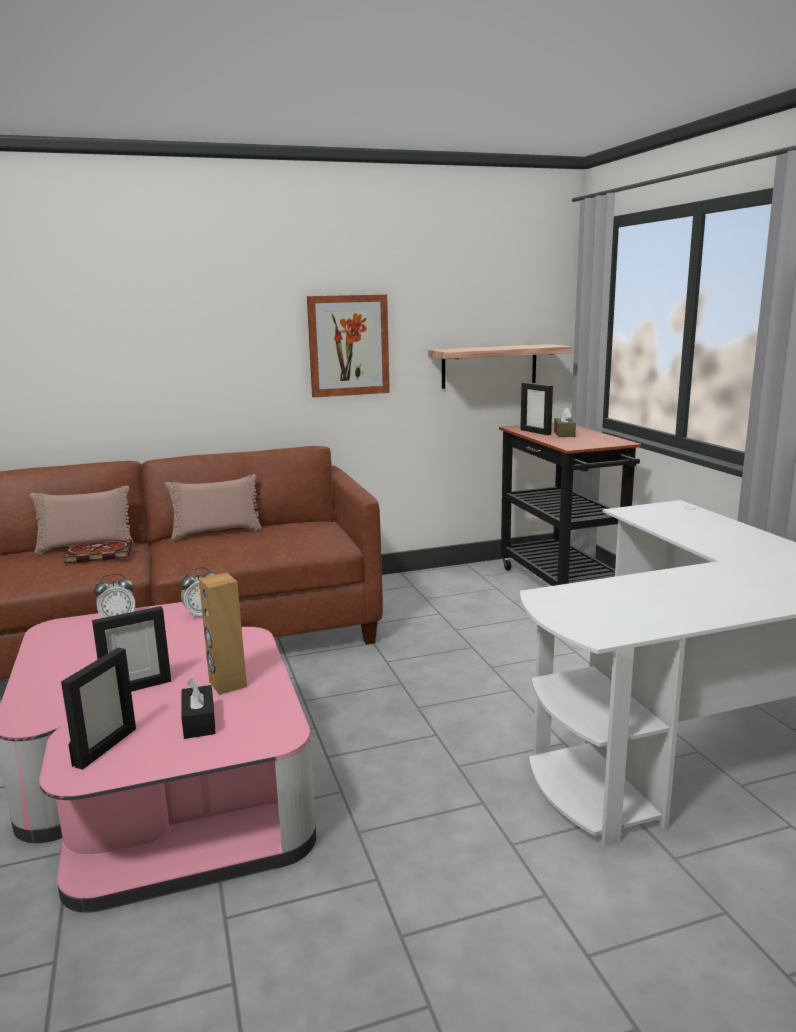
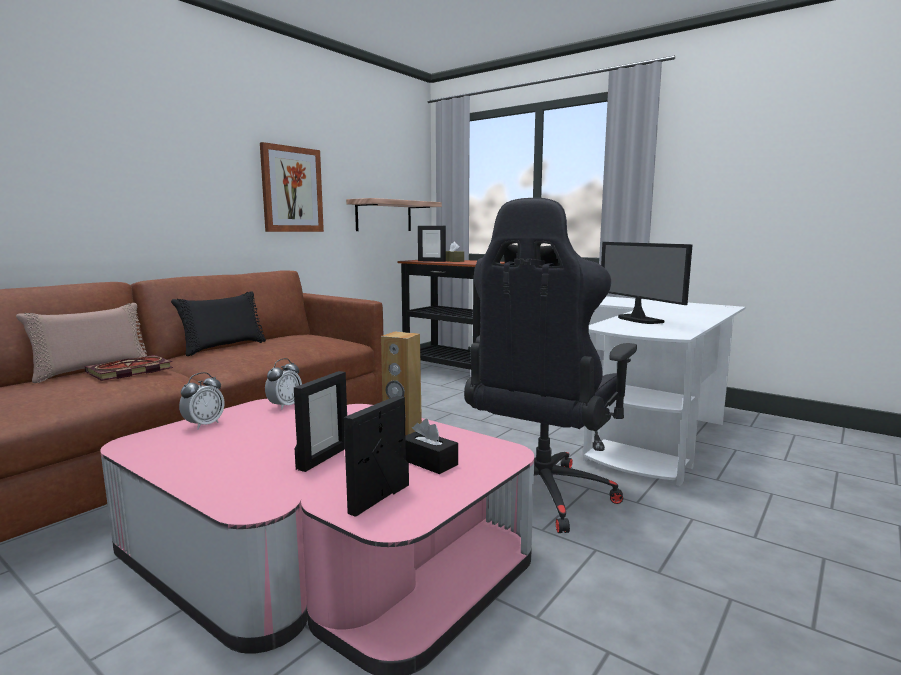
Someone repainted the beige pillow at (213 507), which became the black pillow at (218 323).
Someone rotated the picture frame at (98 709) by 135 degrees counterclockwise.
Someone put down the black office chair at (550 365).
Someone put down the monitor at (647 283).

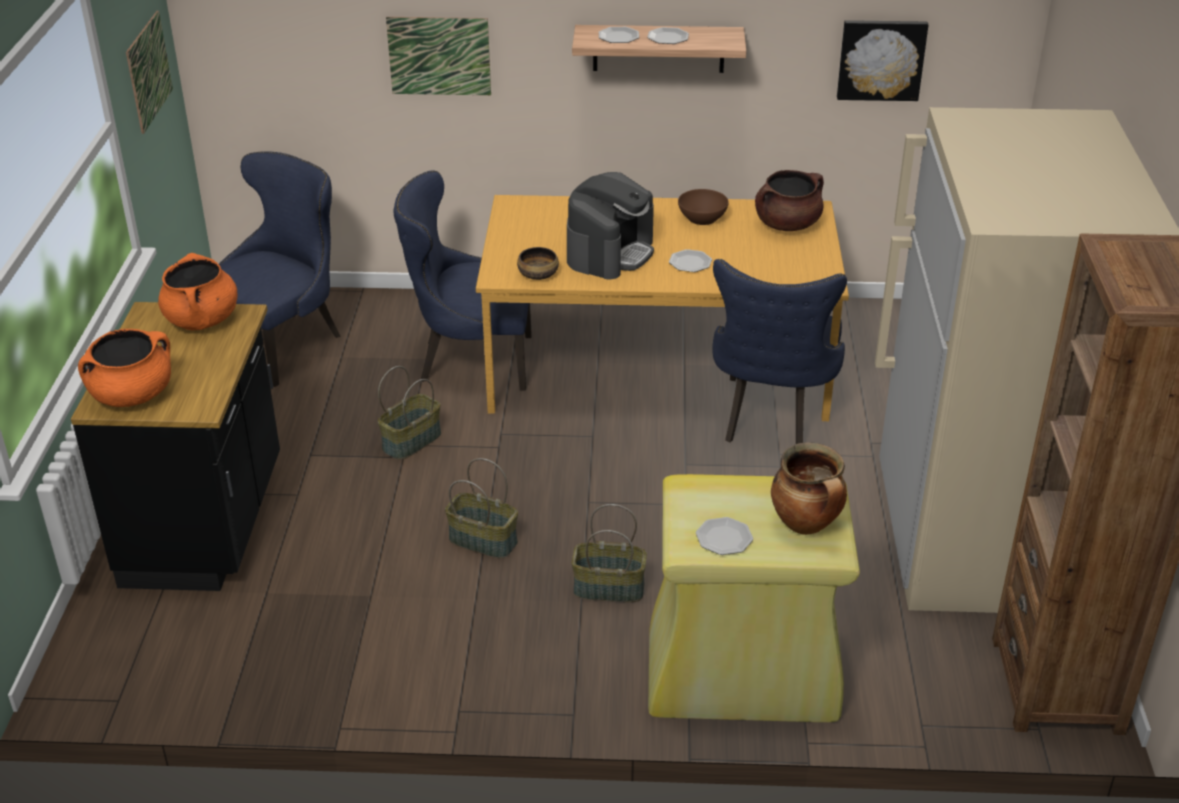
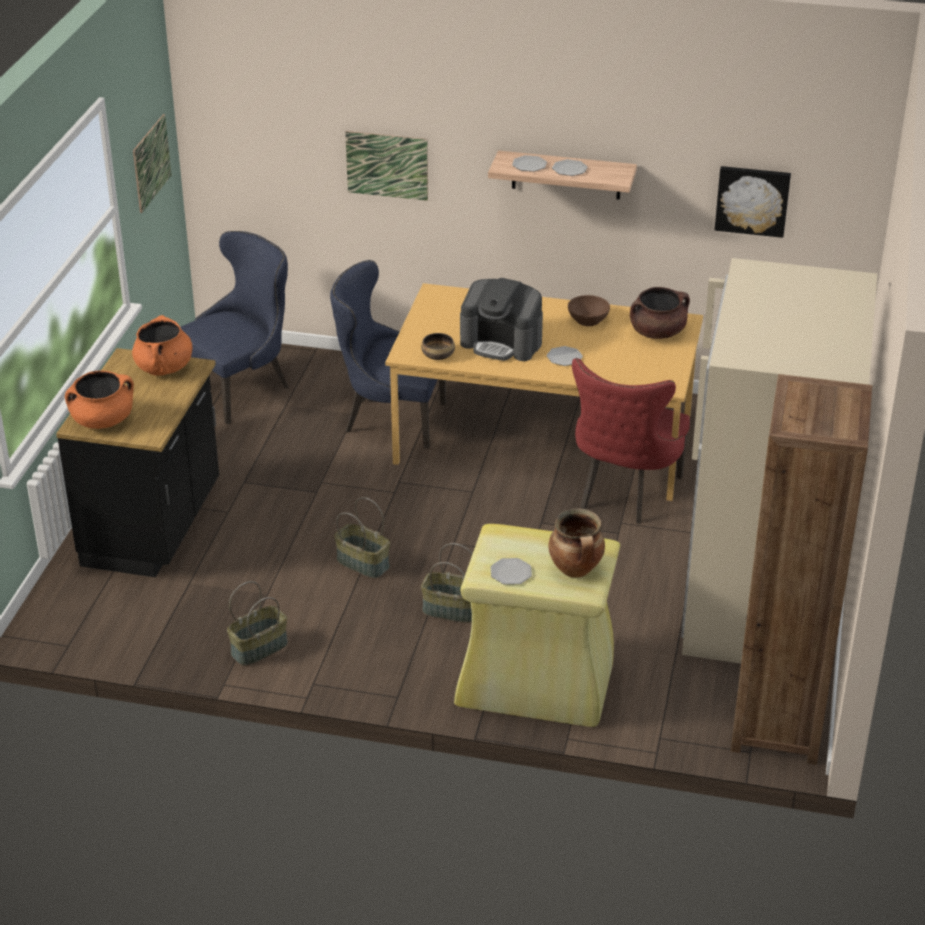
Someone carried the basket from (409 413) to (257 623).
Someone rotated the coffee machine at (610 226) by 75 degrees clockwise.
Someone repainted the blue chair at (779 351), which became the red chair at (631 441).

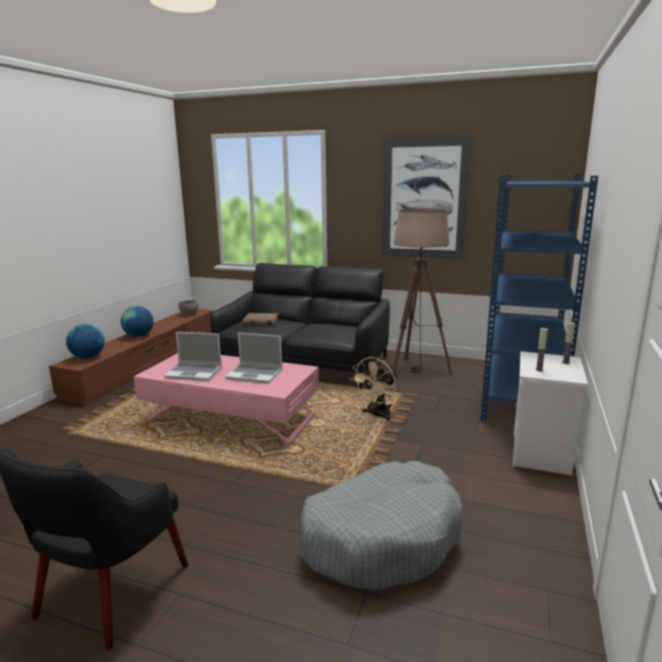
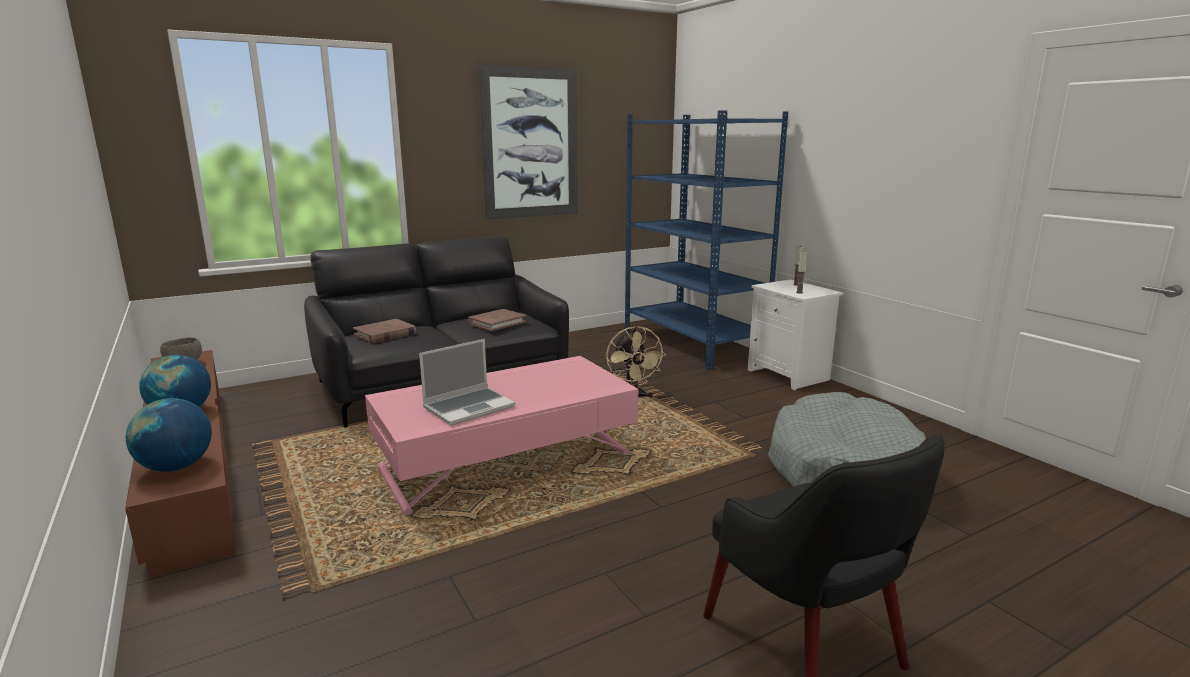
Someone put down the brown book at (497 320).
Someone took away the laptop at (254 358).
Someone took away the floor lamp at (422 291).

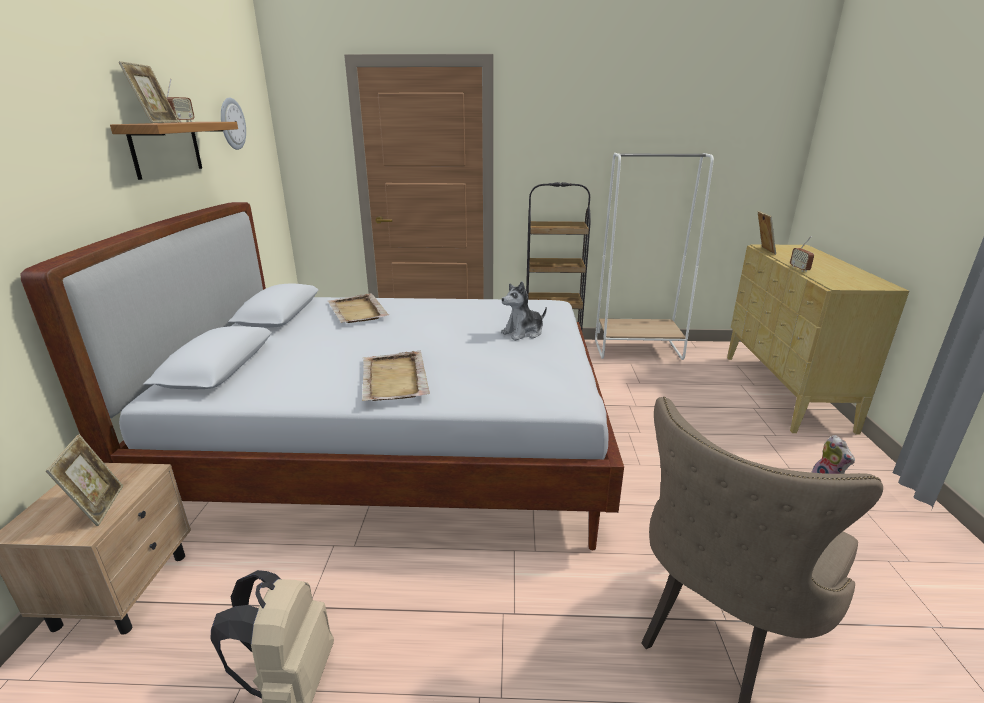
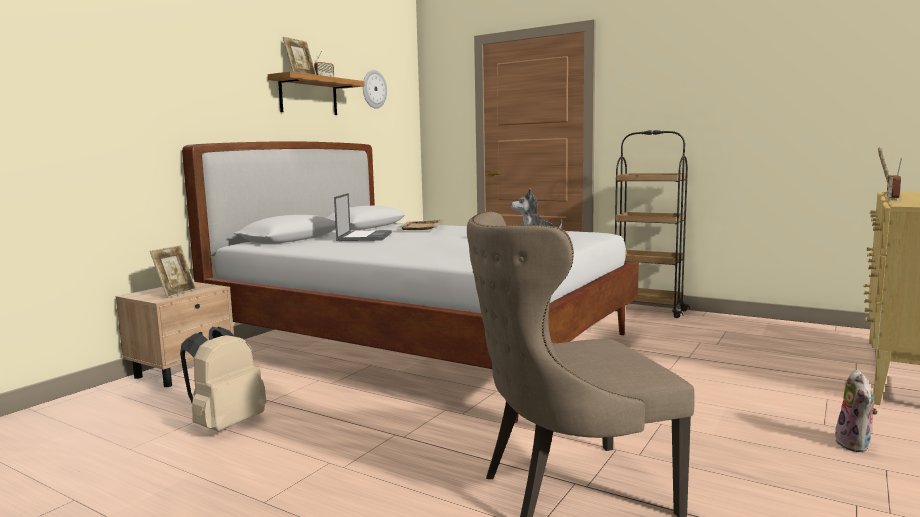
Someone put down the laptop at (363 217).
Someone took away the beige tray at (396 376).
Someone took away the clothes rack at (654 256).

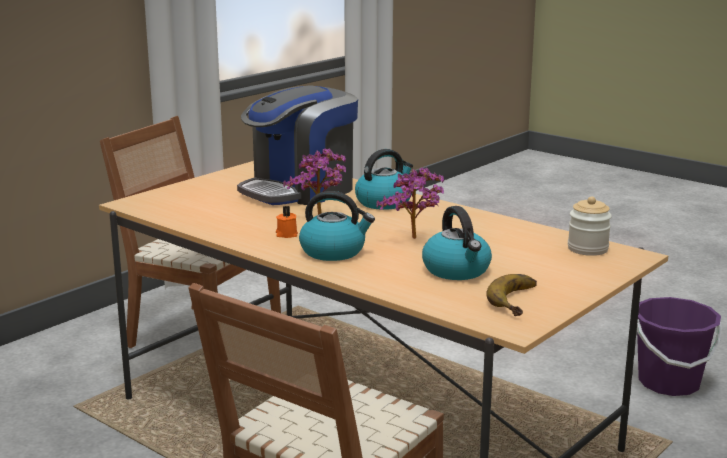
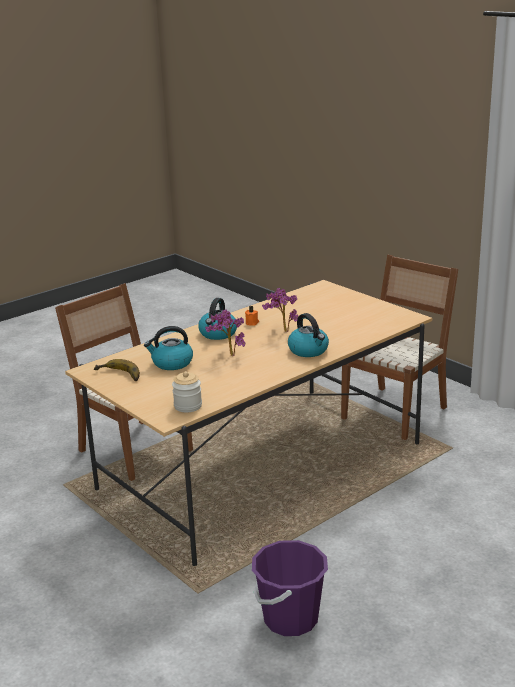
Someone took away the coffee machine at (297 145).

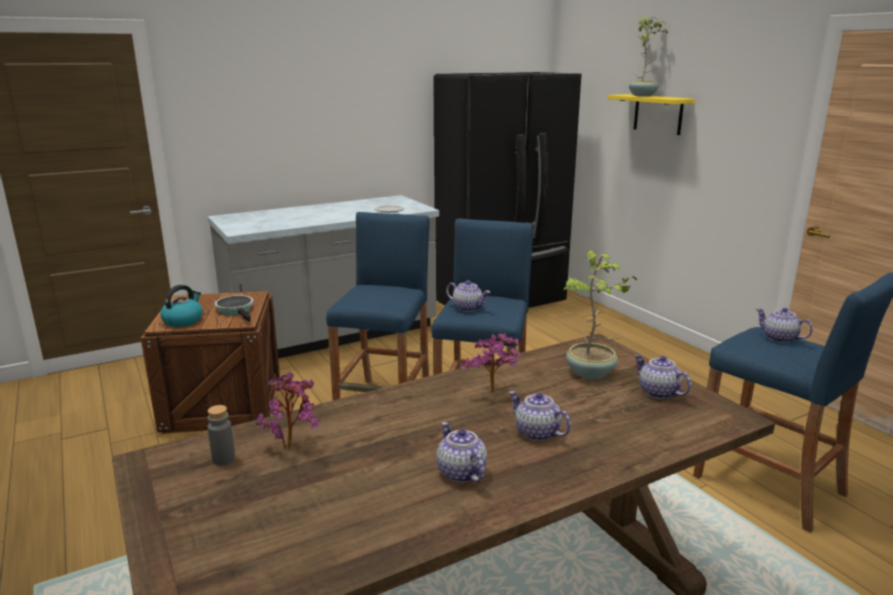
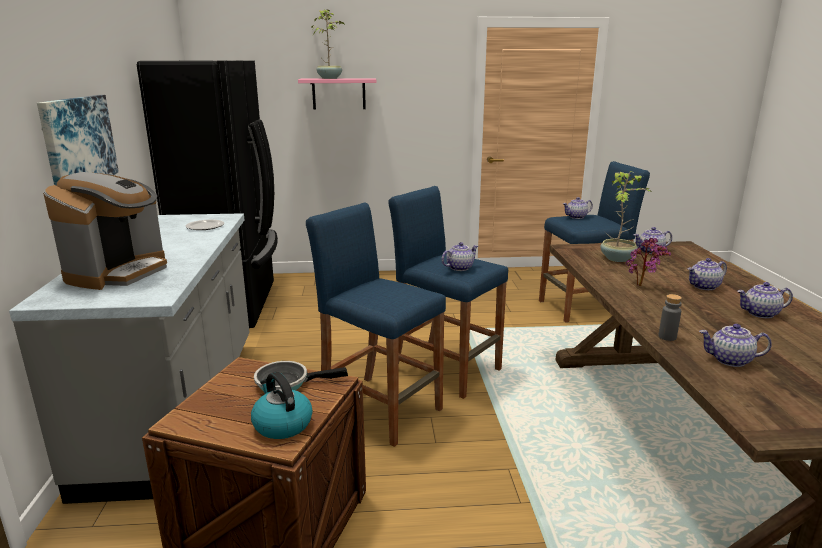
Someone put up the picture at (78 140).
Someone put down the coffee machine at (105 231).
Someone repainted the yellow shelf at (651 114), which became the pink shelf at (337 94).
Someone carried the grey bottle from (221 435) to (670 317).
Someone swapped the potted plant at (287 411) for the teapot at (735 345).

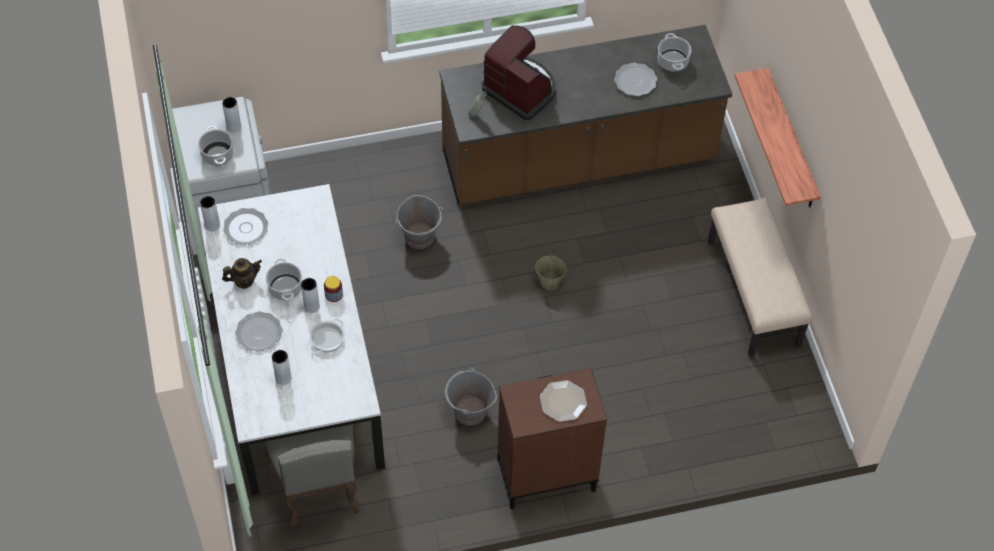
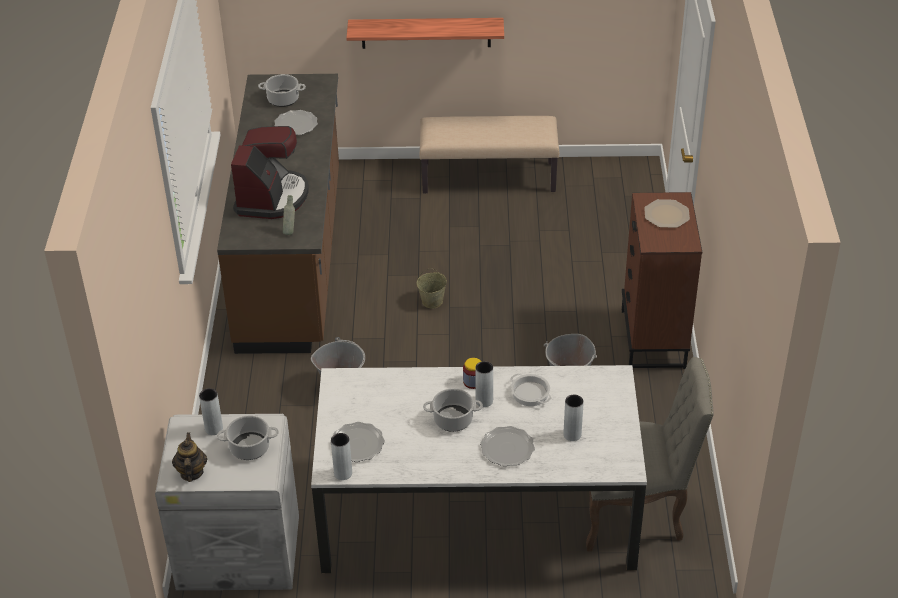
Someone carried the teapot from (242 273) to (189 457).
Someone rotated the coffee machine at (519 72) by 135 degrees clockwise.

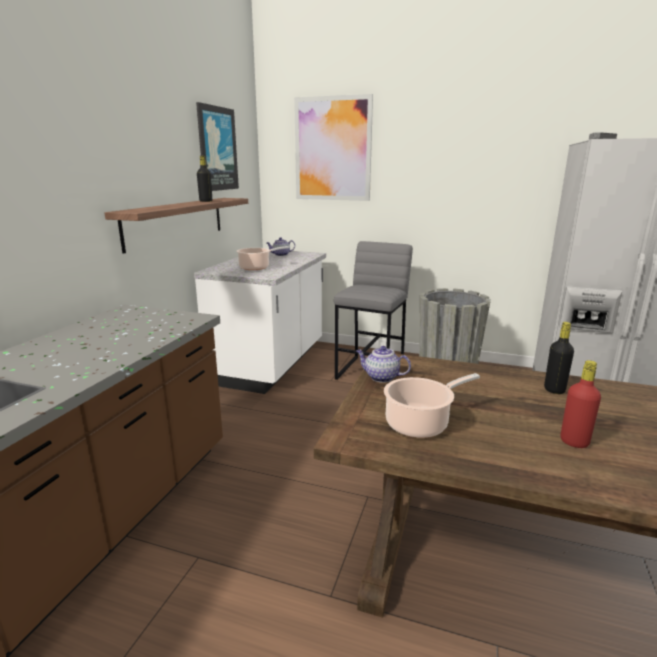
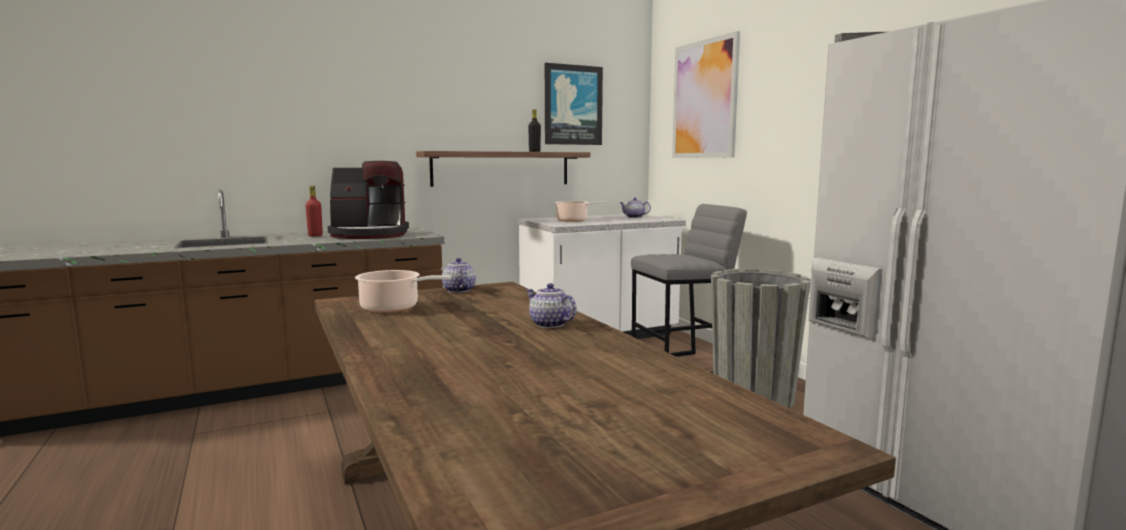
Someone carried the red bottle from (580 404) to (314 211).
Someone put down the coffee machine at (368 200).
Someone swapped the black bottle at (559 358) for the teapot at (551 305).

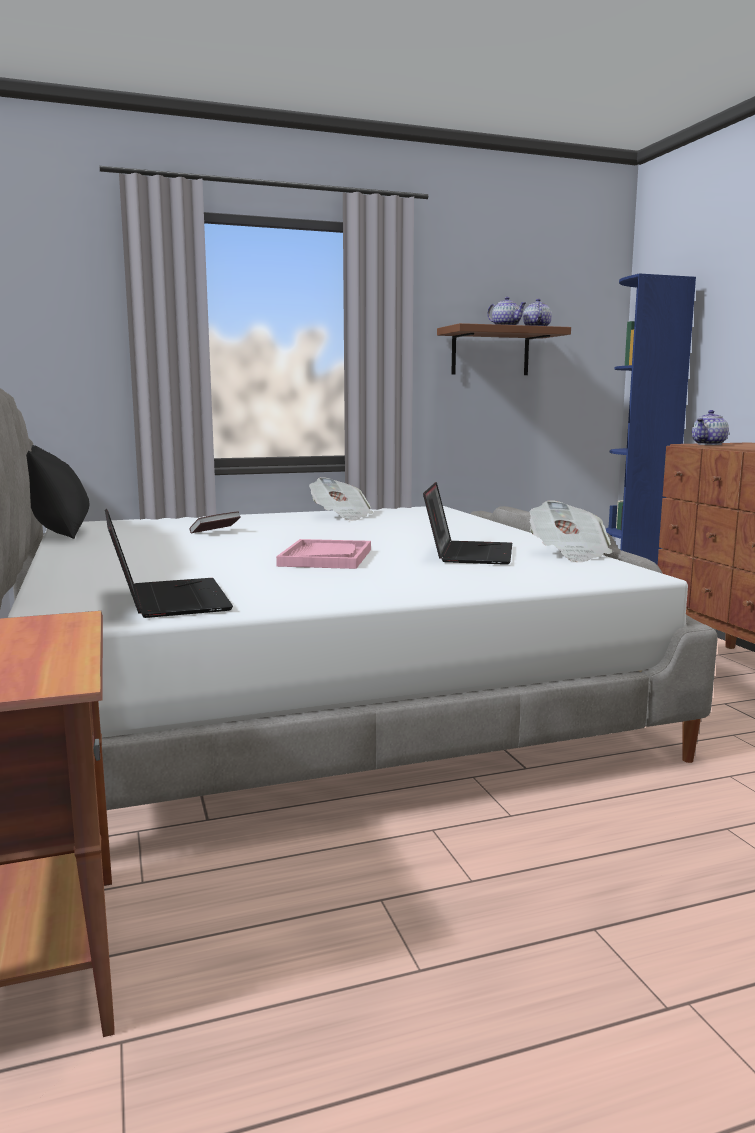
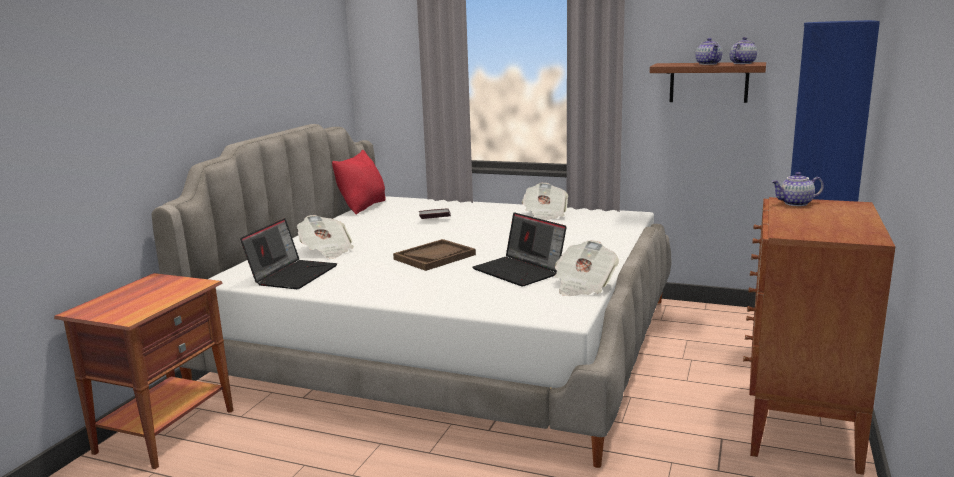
Someone put down the newspaper at (325 237).
Someone repainted the black pillow at (58 492), which became the red pillow at (359 182).
Someone repainted the pink tray at (323 554), which became the brown tray at (434 255).
Someone rotated the laptop at (467 523) by 90 degrees clockwise.

